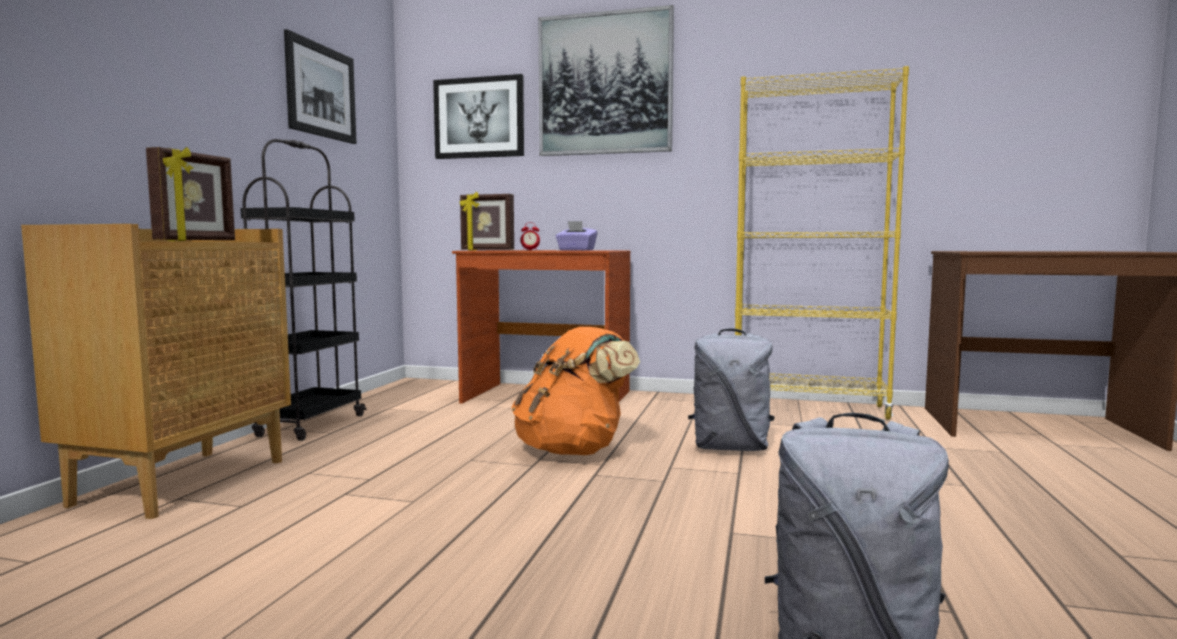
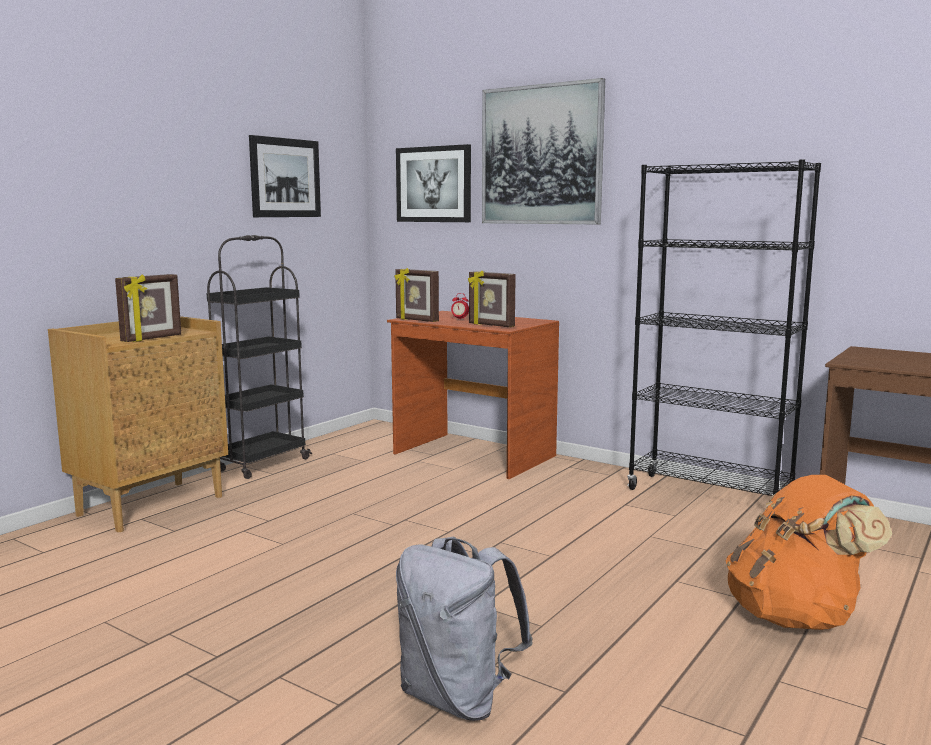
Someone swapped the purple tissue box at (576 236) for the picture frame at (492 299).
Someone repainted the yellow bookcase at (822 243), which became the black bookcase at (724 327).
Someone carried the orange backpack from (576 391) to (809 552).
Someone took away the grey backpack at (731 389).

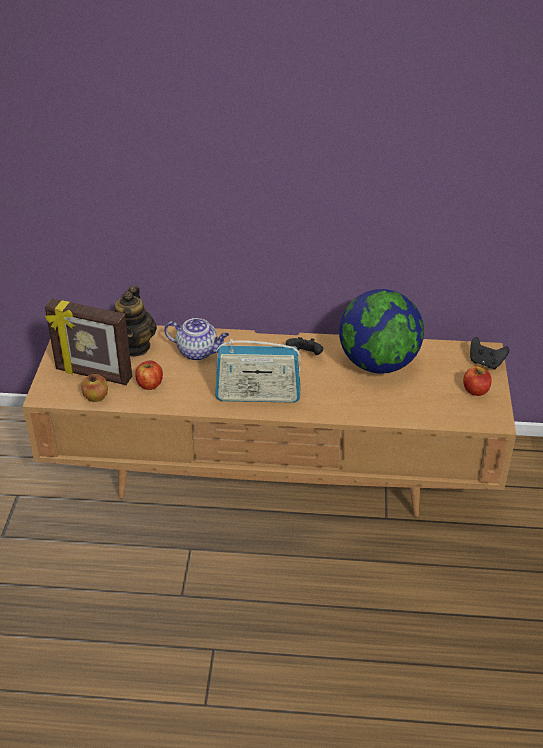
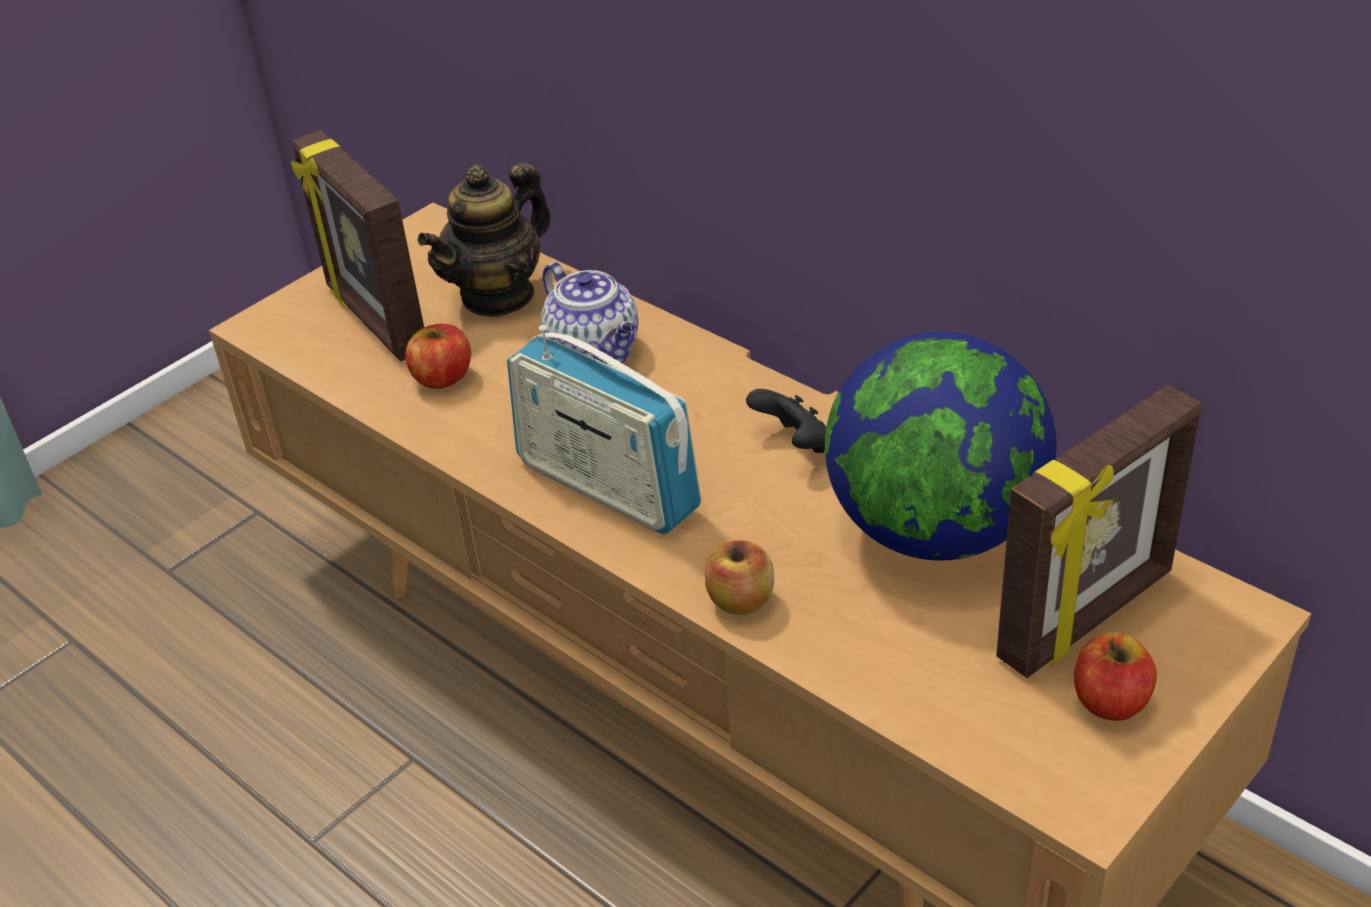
Someone carried the apple from (94 388) to (739 577).
Someone put down the picture frame at (1099 531).
Someone took away the black game controller at (489 353).

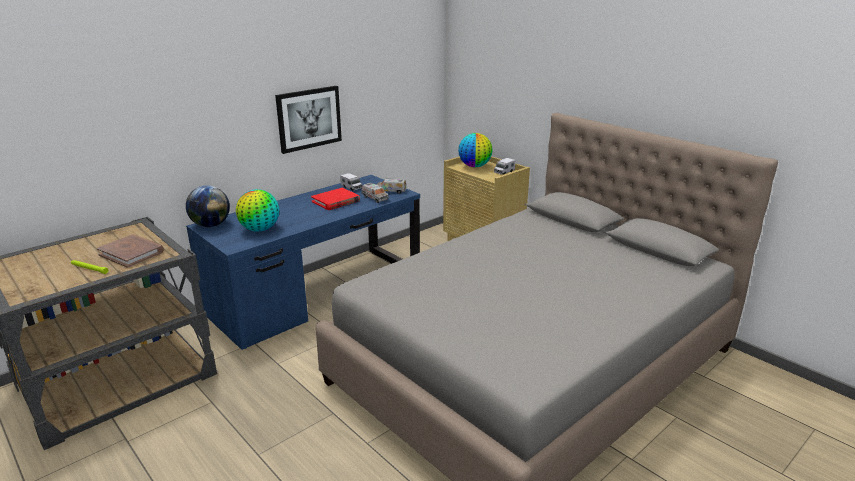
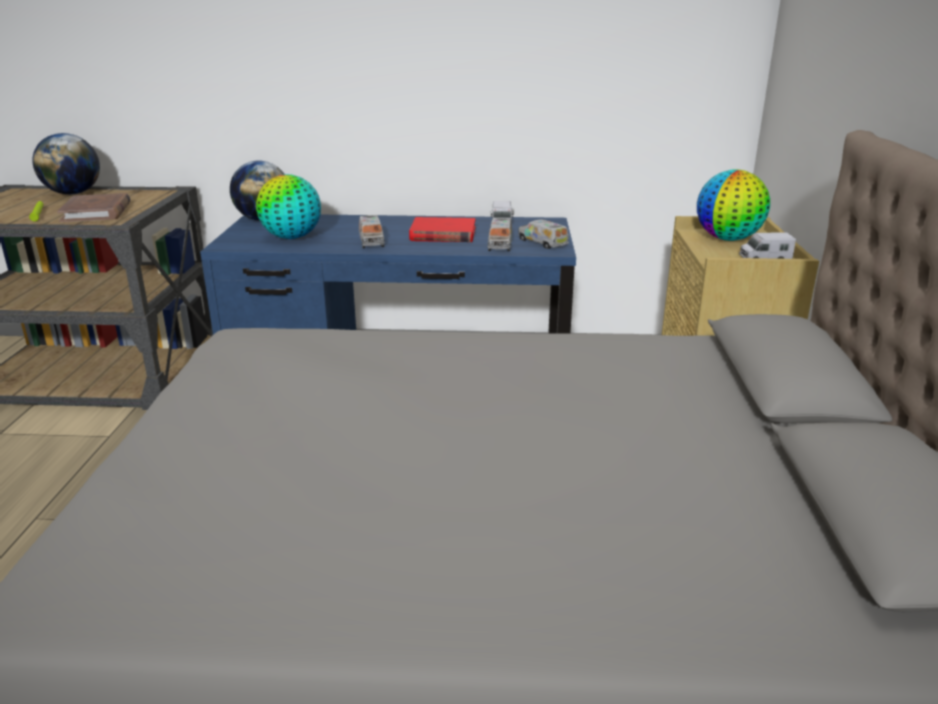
Someone put down the globe at (66 164).
Someone put down the toy truck at (372 231).
Someone took away the picture at (308 120).

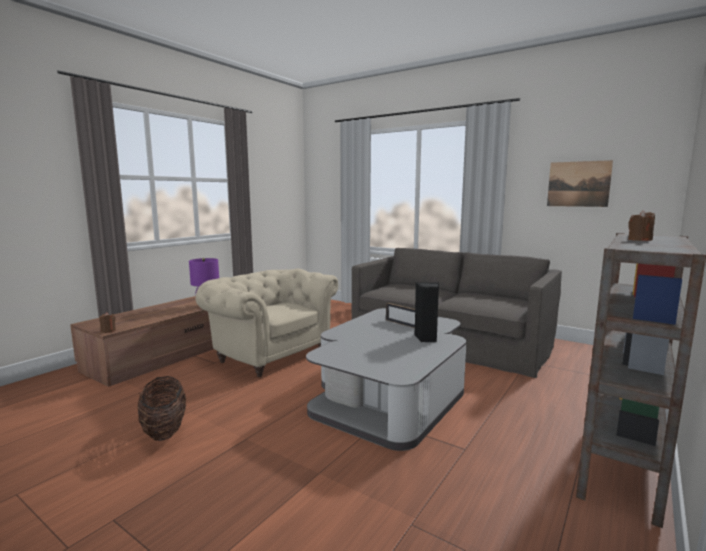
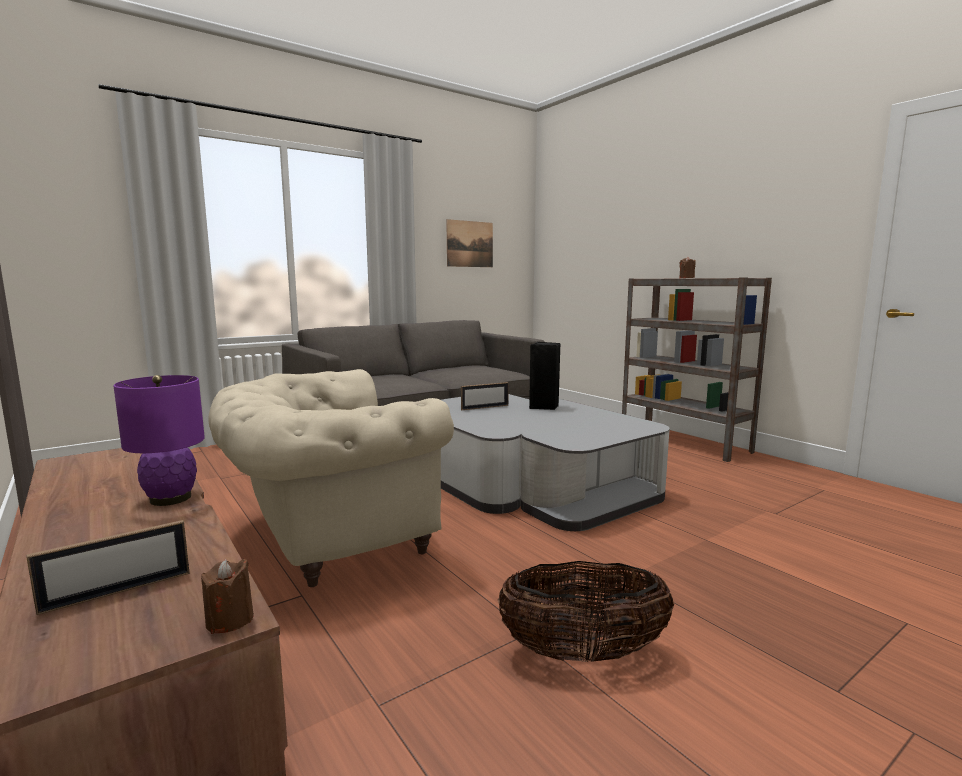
Someone put down the picture frame at (108 567).

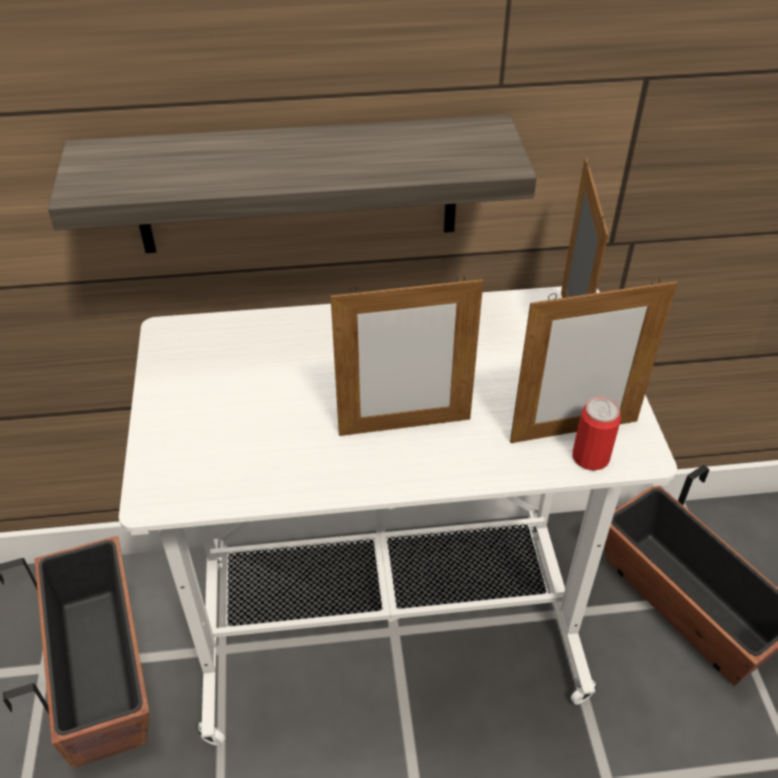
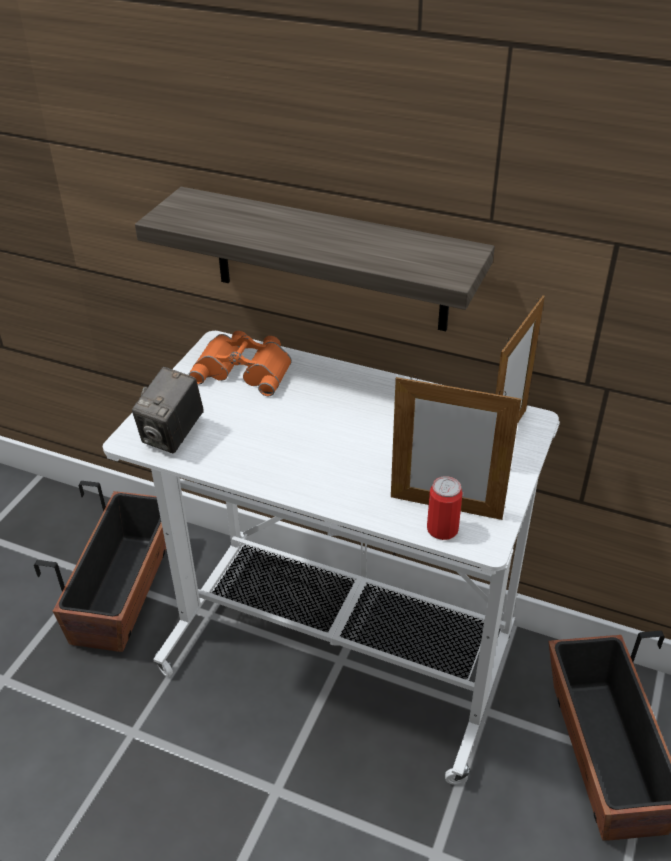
Someone put down the photo camera at (168 410).
Someone put down the orange binoculars at (240 363).
Someone took away the picture frame at (407 355).

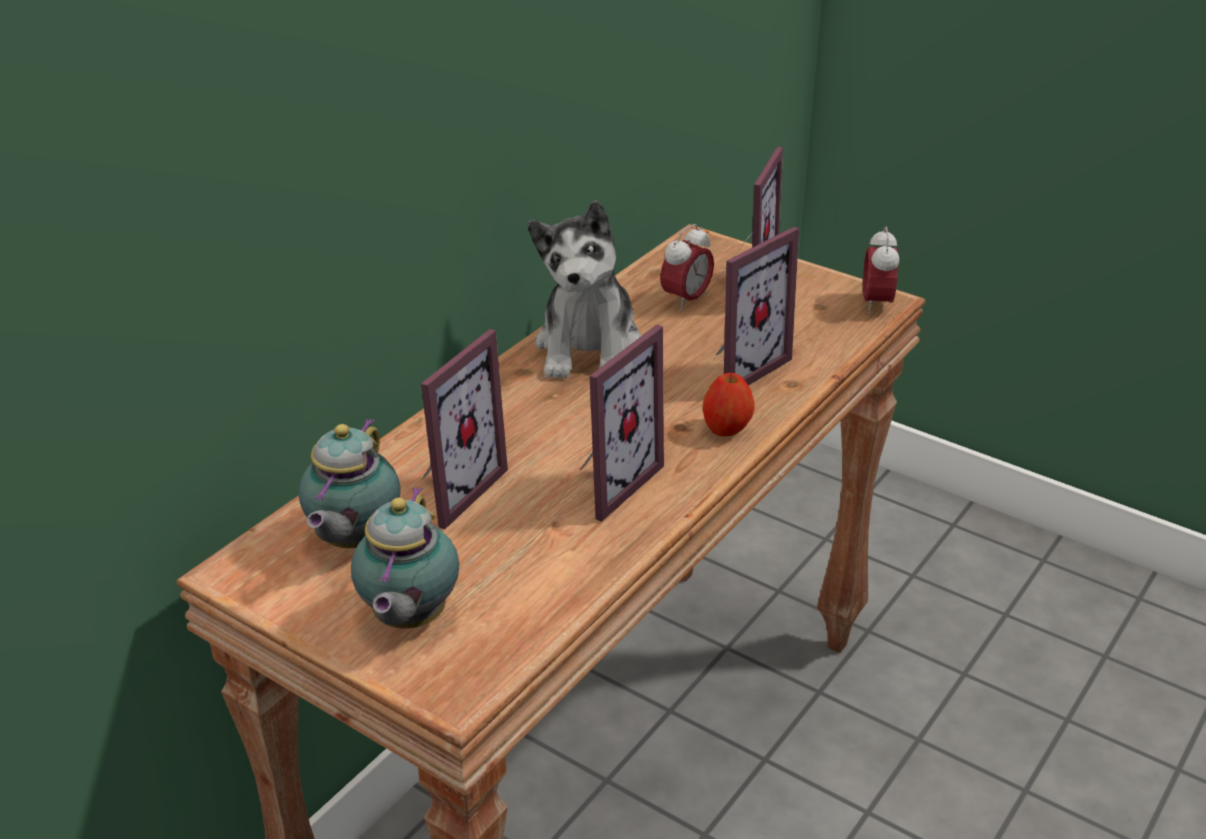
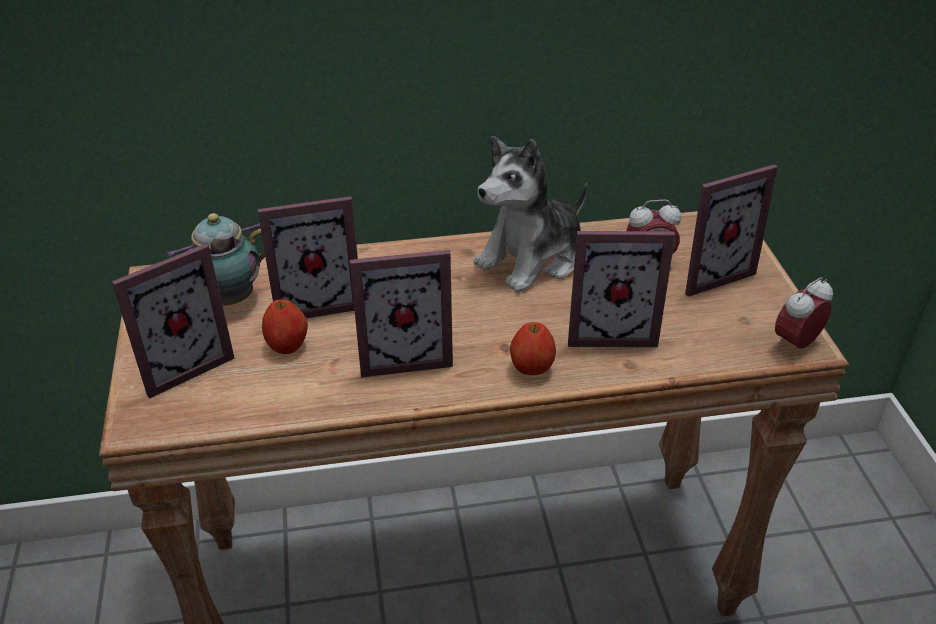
Someone swapped the teapot at (405 557) for the picture frame at (173 321).
Someone put down the apple at (285 326).

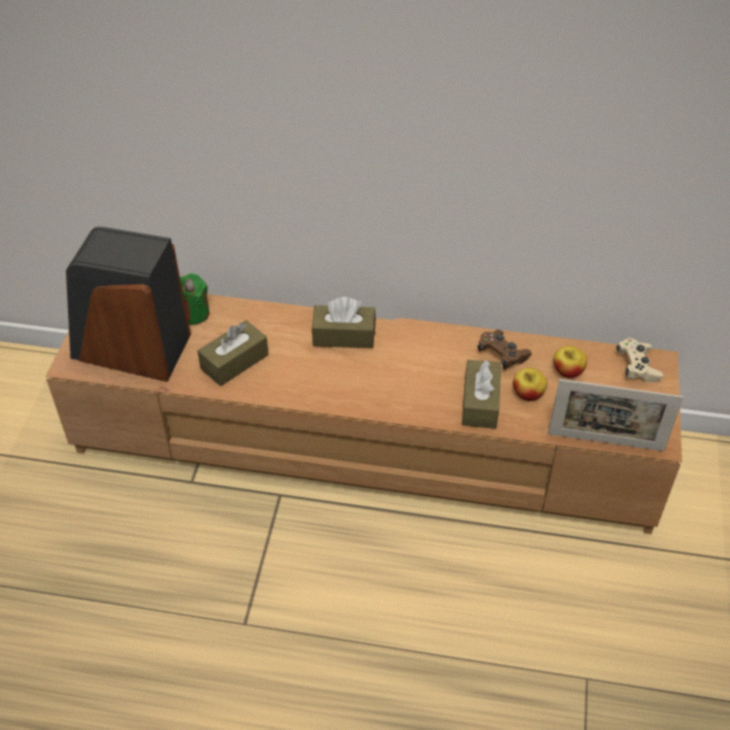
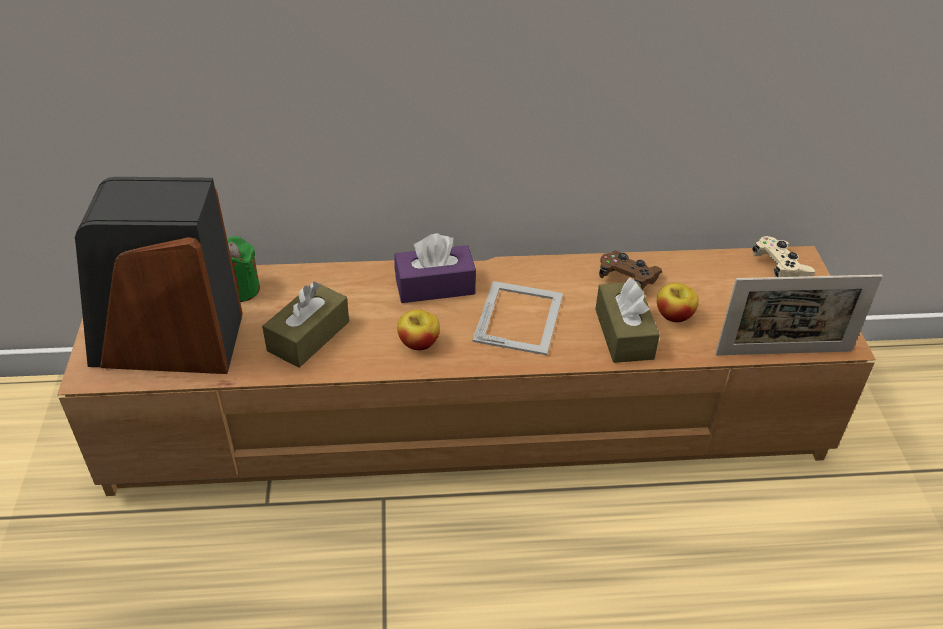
Someone repainted the brown tissue box at (344 322), which became the purple tissue box at (435 268).
Someone carried the apple from (570 362) to (418 329).
Someone put down the picture frame at (517 318).

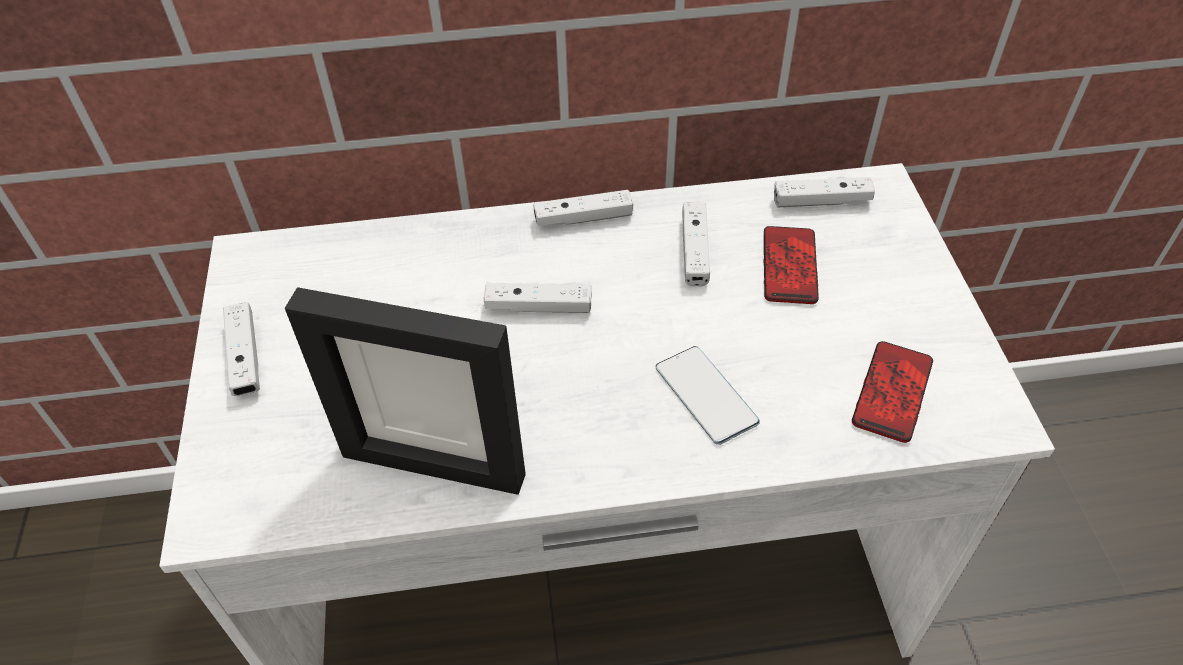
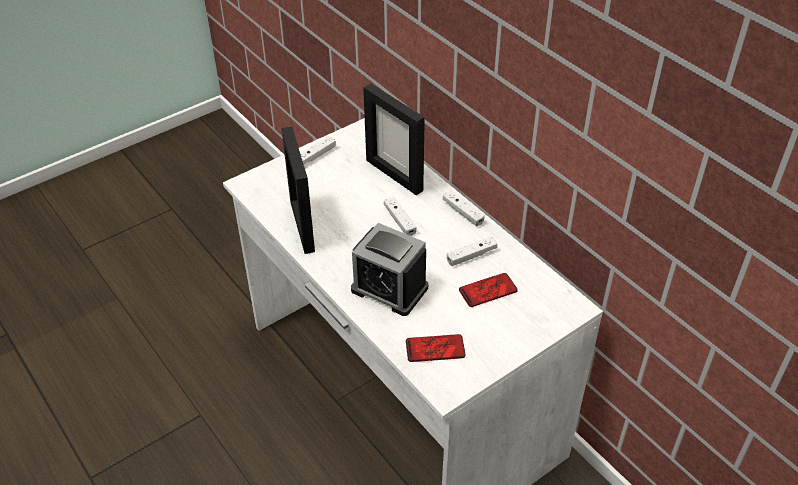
Someone swapped the phone at (708 395) for the alarm clock at (389 269).
Someone put down the picture frame at (394 139).
Someone took away the white game controller at (824 192).

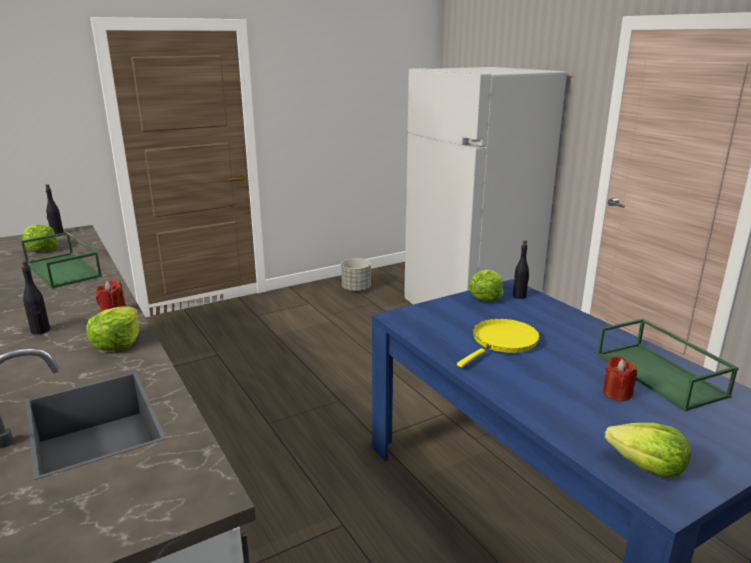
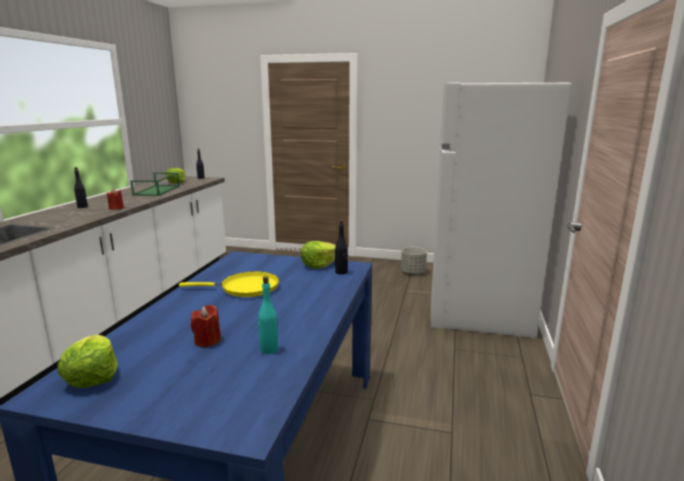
Someone swapped the green tray at (668 365) for the turquoise bottle at (268 315).
Someone took away the lettuce at (113 328).

